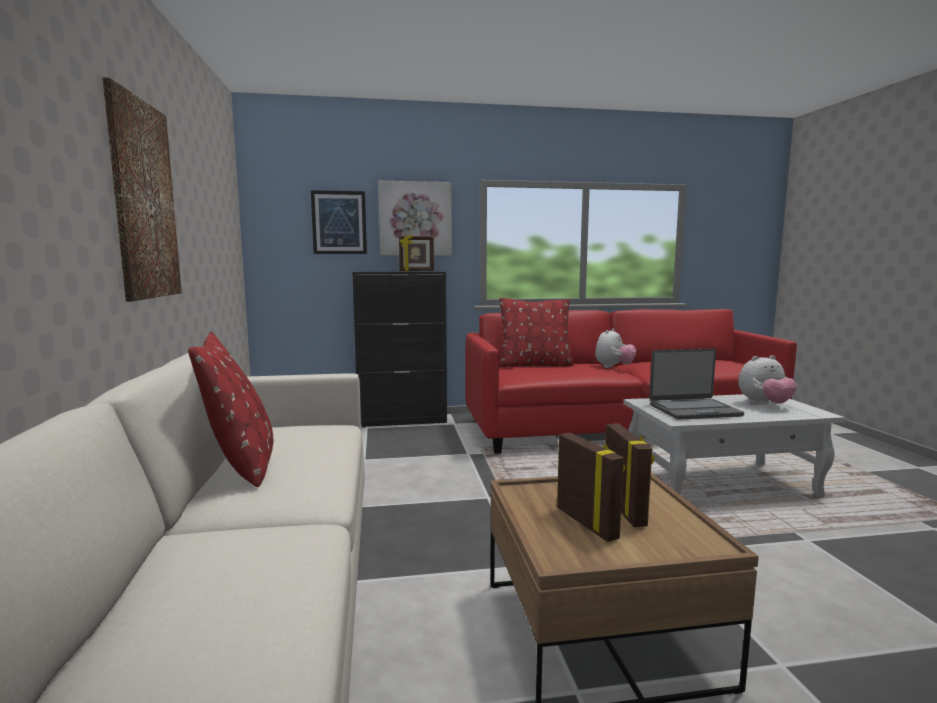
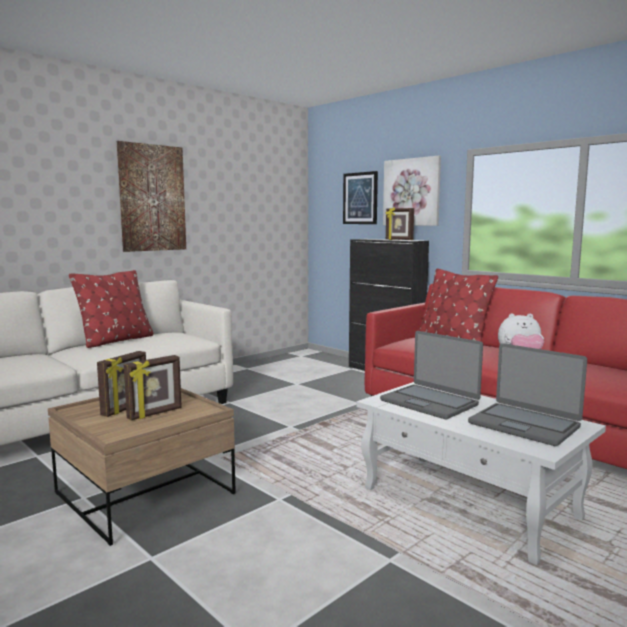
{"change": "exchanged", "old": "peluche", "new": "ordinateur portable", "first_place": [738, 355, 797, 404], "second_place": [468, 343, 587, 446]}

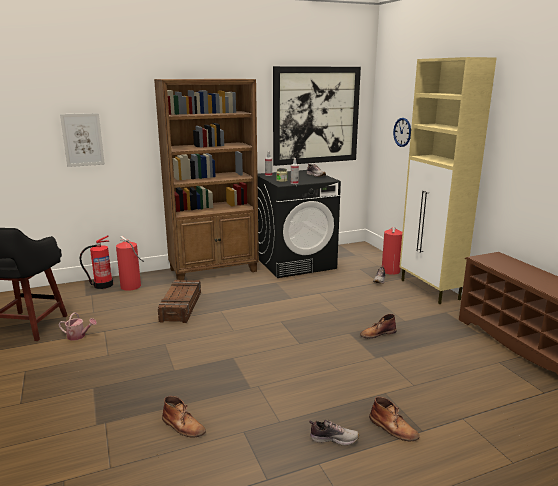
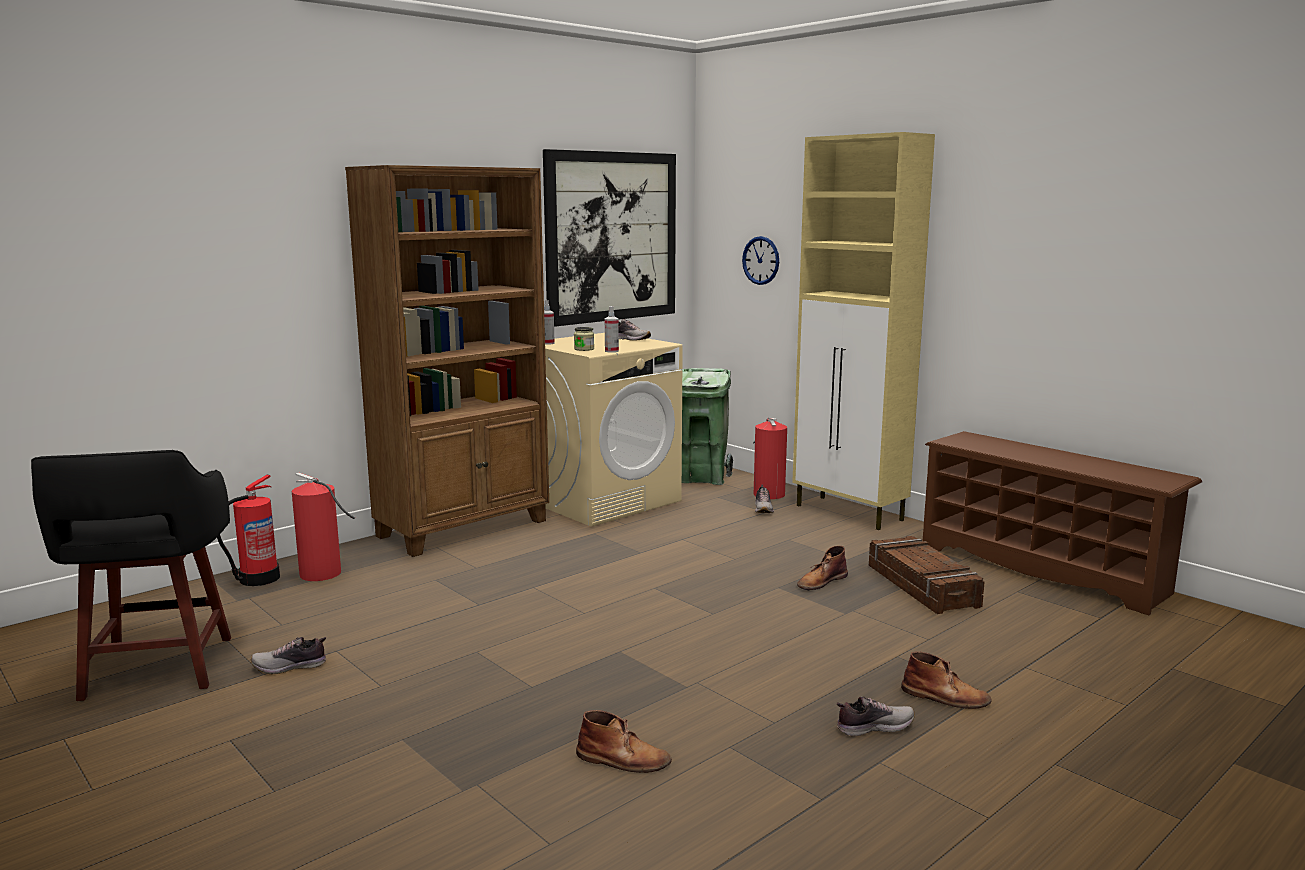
{"change": "exchanged", "old": "arrosoir", "new": "chaussure", "first_place": [58, 312, 97, 341], "second_place": [251, 637, 326, 674]}
{"change": "missing", "old": "tableau", "first_place": [60, 113, 105, 167]}
{"change": "relocated", "old": "caisse", "first_place": [158, 280, 201, 323], "second_place": [869, 536, 985, 614]}
{"change": "colour", "old": "lave-linge/noir", "new": "lave-linge/beige", "first_place": [257, 170, 341, 278], "second_place": [545, 333, 683, 527]}
{"change": "appeared", "new": "poubelle/vert", "second_place": [682, 368, 733, 485]}

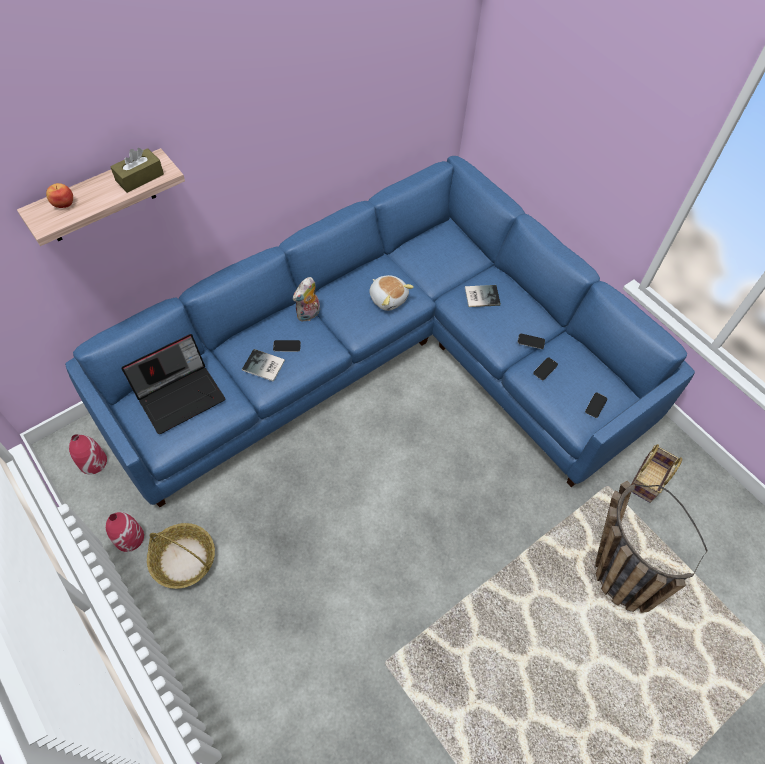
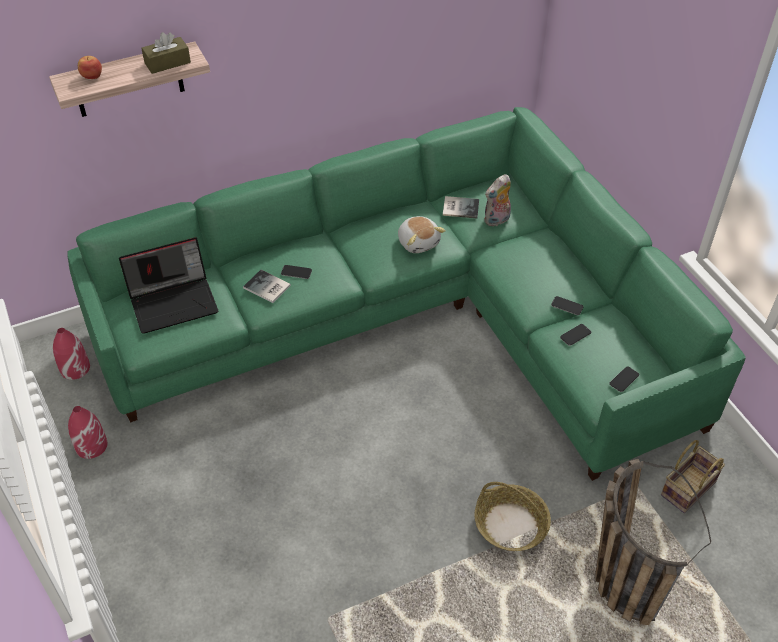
{"change": "colour", "old": "canapé/bleu", "new": "canapé/vert", "first_place": [65, 156, 695, 507], "second_place": [67, 107, 746, 481]}
{"change": "relocated", "old": "panier", "first_place": [147, 523, 215, 589], "second_place": [474, 482, 551, 551]}
{"change": "relocated", "old": "peluche", "first_place": [293, 277, 320, 321], "second_place": [484, 174, 511, 226]}
{"change": "relocated", "old": "livre", "first_place": [465, 285, 501, 307], "second_place": [443, 196, 479, 218]}

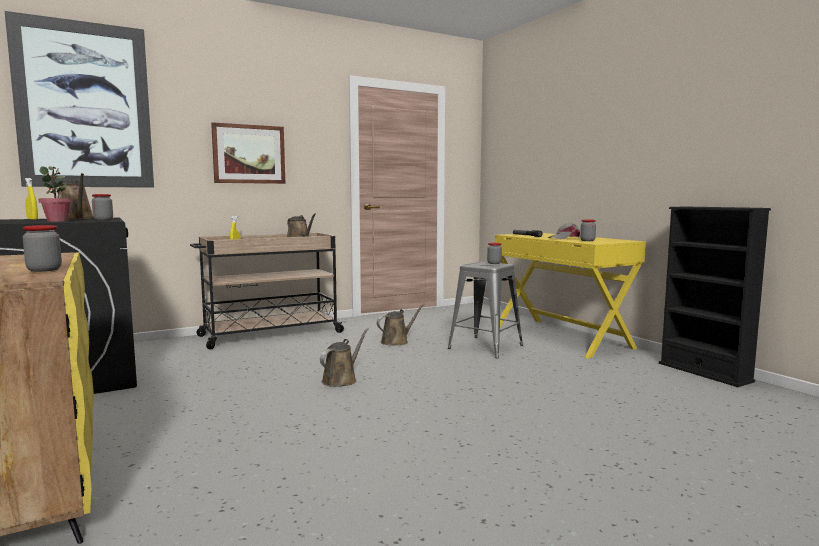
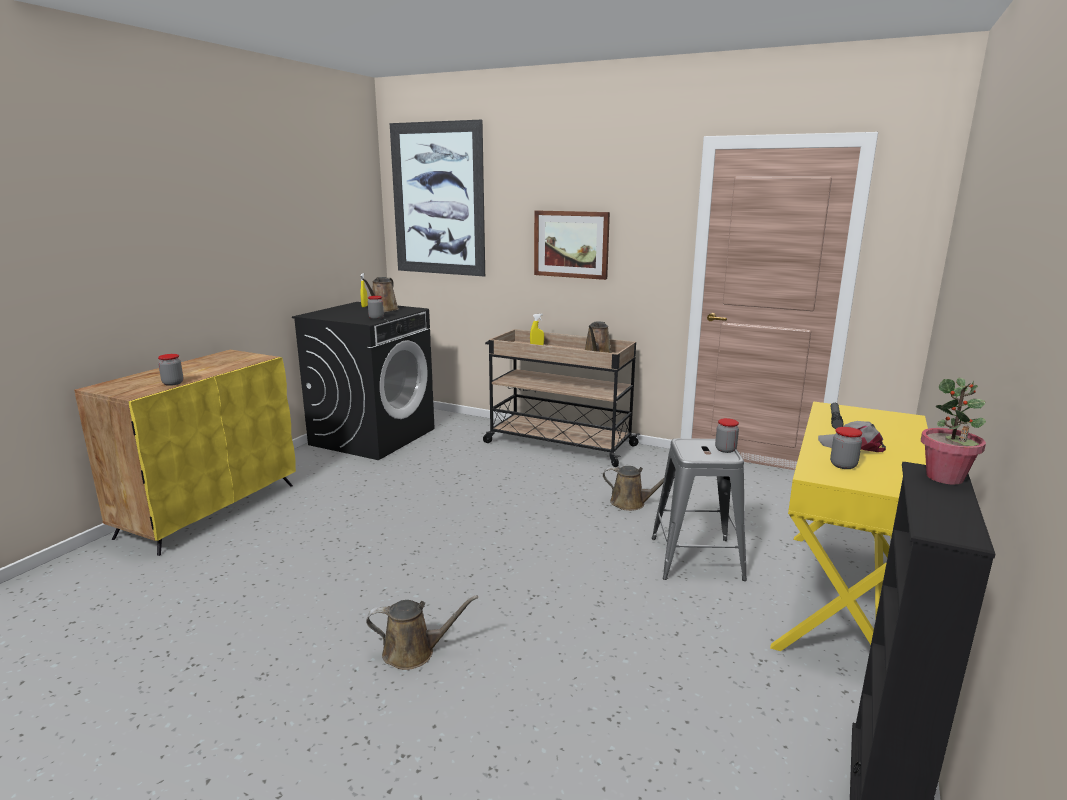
{"change": "relocated", "old": "plante en pot", "first_place": [38, 166, 73, 222], "second_place": [921, 377, 986, 485]}
{"change": "relocated", "old": "arrosoir/marron", "first_place": [320, 328, 369, 387], "second_place": [366, 595, 478, 670]}

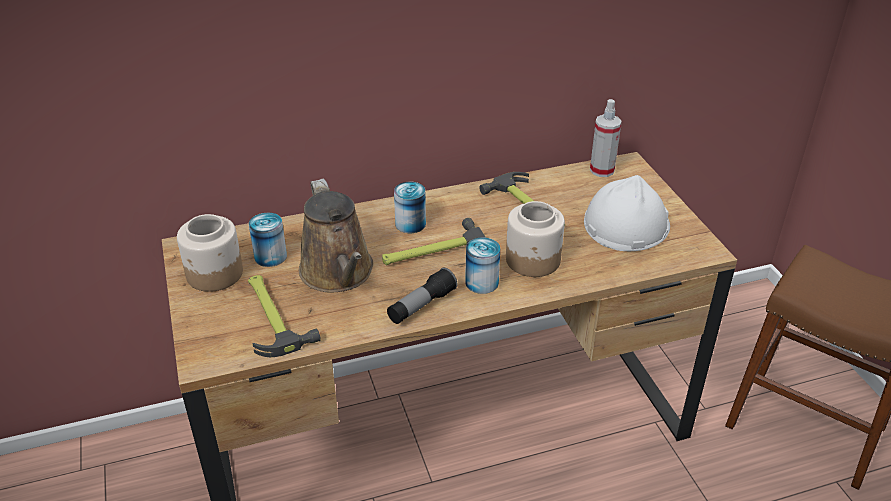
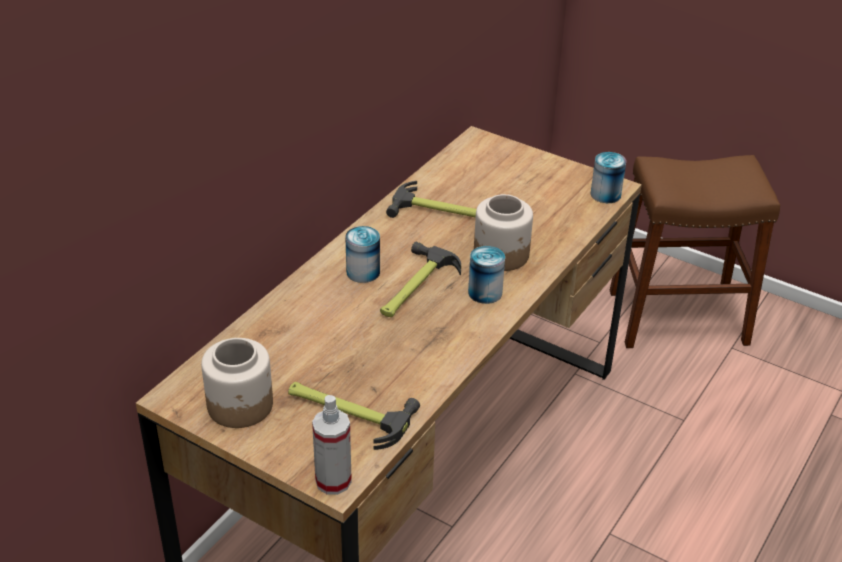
{"change": "relocated", "old": "boîte métallique", "first_place": [249, 213, 287, 267], "second_place": [590, 152, 626, 203]}
{"change": "missing", "old": "arrosoir/marron", "first_place": [299, 179, 373, 292]}
{"change": "missing", "old": "lampe de poche", "first_place": [387, 268, 458, 324]}
{"change": "missing", "old": "casque de chantier/blanc", "first_place": [584, 175, 670, 251]}
{"change": "relocated", "old": "vaporisateur", "first_place": [590, 99, 622, 177], "second_place": [312, 395, 352, 495]}

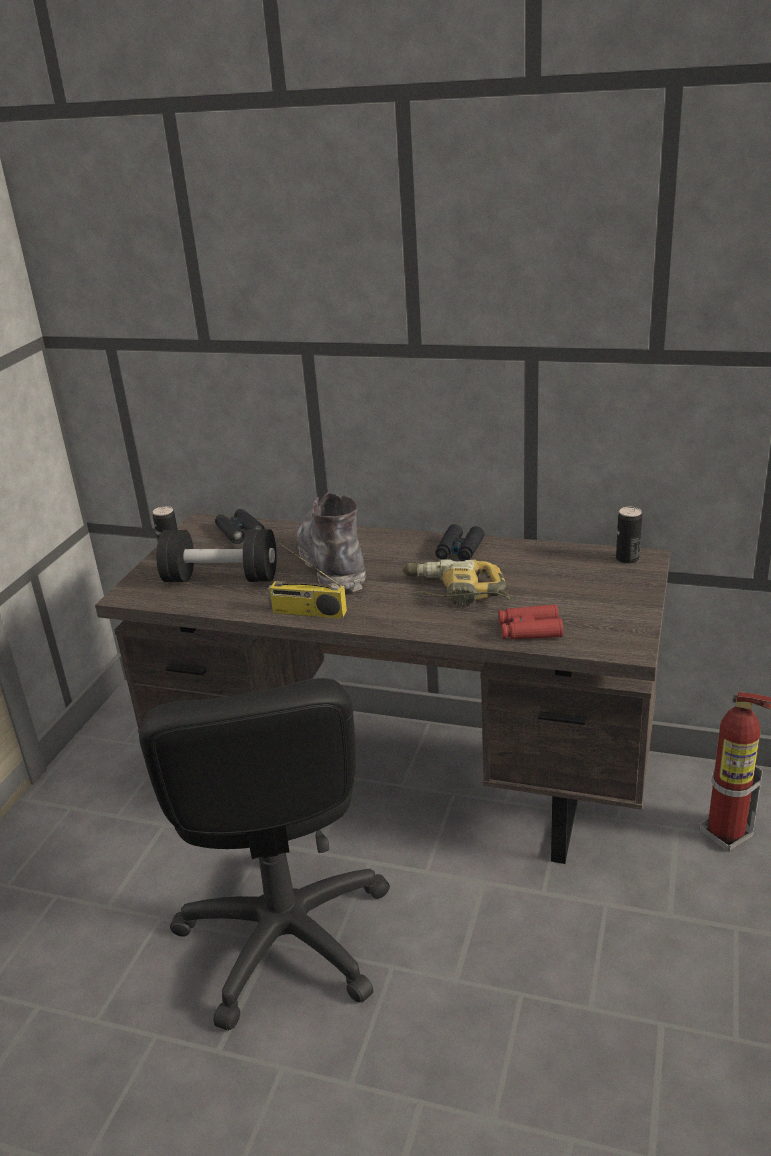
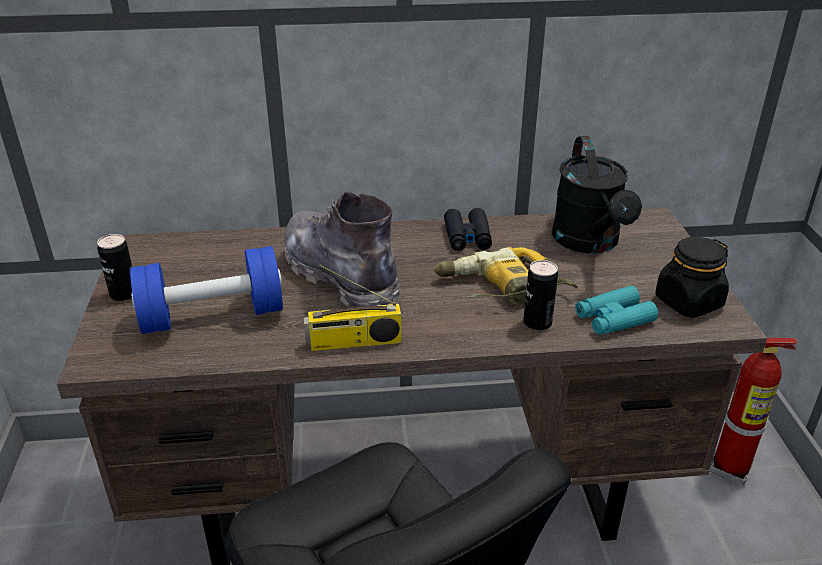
{"change": "colour", "old": "haltère/noir", "new": "haltère/bleu", "first_place": [156, 529, 277, 582], "second_place": [130, 246, 283, 334]}
{"change": "missing", "old": "jumelles/noir", "first_place": [215, 509, 265, 544]}
{"change": "colour", "old": "jumelles/rouge", "new": "jumelles/turquoise", "first_place": [498, 604, 563, 639], "second_place": [575, 286, 658, 335]}
{"change": "relocated", "old": "boîte métallique", "first_place": [616, 507, 642, 564], "second_place": [523, 260, 558, 330]}
{"change": "appeared", "new": "arrosoir/noir", "second_place": [552, 136, 642, 254]}
{"change": "appeared", "new": "bocal/noir", "second_place": [655, 237, 729, 318]}

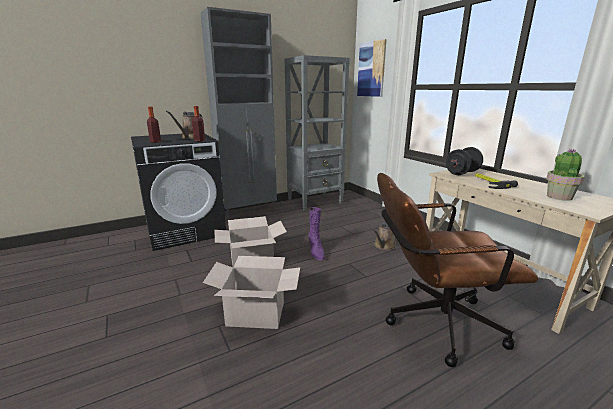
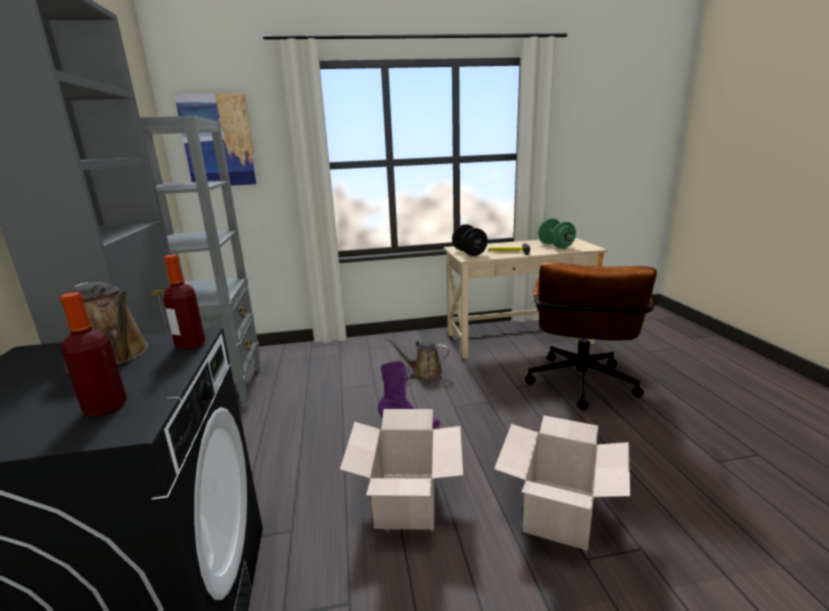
{"change": "spun", "old": "arrosoir/marron", "first_place": [373, 221, 396, 250], "second_place": [386, 337, 449, 379], "degrees": 135}
{"change": "exchanged", "old": "plante en pot", "new": "haltère/vert", "first_place": [546, 149, 585, 201], "second_place": [538, 218, 576, 249]}

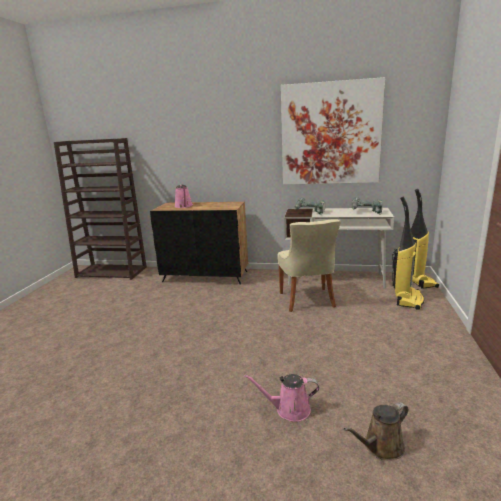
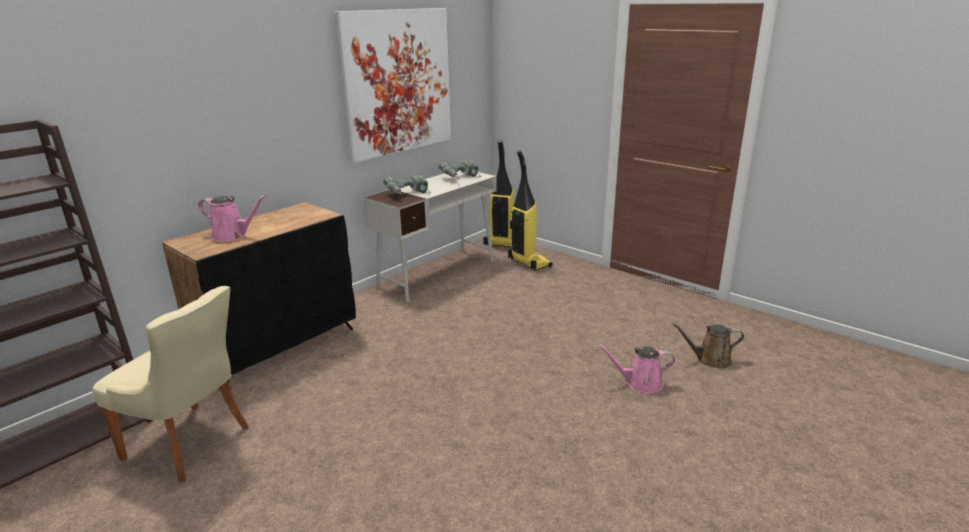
{"change": "spun", "old": "arrosoir/rose", "first_place": [244, 374, 319, 422], "second_place": [597, 344, 675, 393], "degrees": 60}
{"change": "relocated", "old": "chaise/beige", "first_place": [277, 219, 341, 312], "second_place": [92, 286, 249, 482]}
{"change": "spun", "old": "arrosoir/marron", "first_place": [344, 402, 408, 460], "second_place": [672, 323, 744, 368], "degrees": 90}

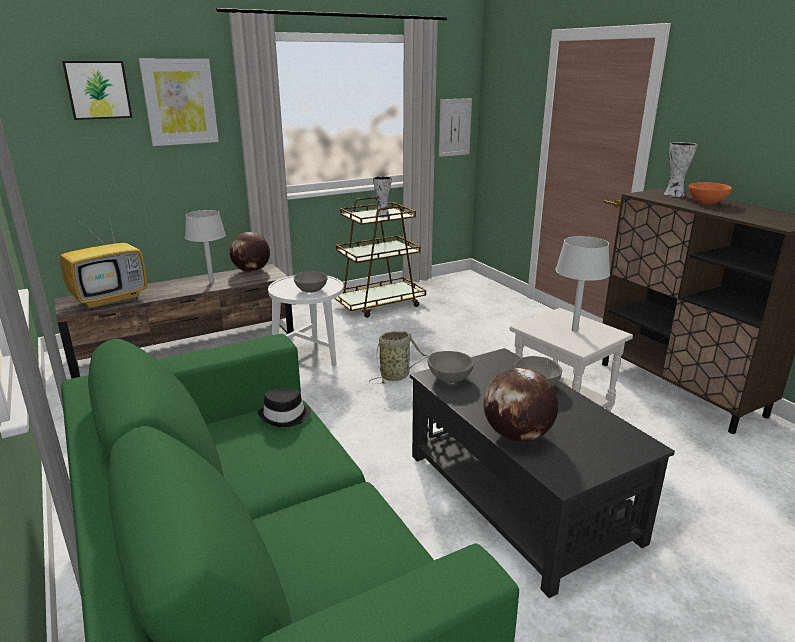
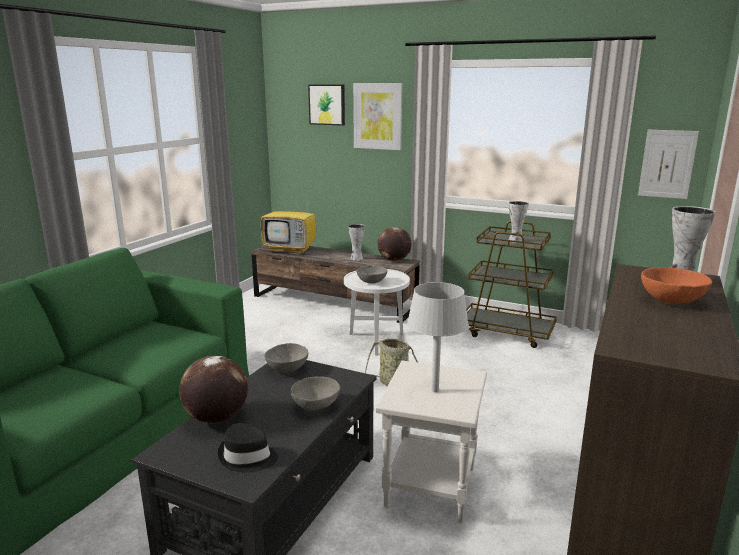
{"change": "exchanged", "old": "lampe de table/gris", "new": "vase", "first_place": [185, 210, 226, 283], "second_place": [348, 224, 365, 261]}
{"change": "relocated", "old": "chapeau/noir", "first_place": [258, 388, 311, 427], "second_place": [218, 423, 278, 473]}

